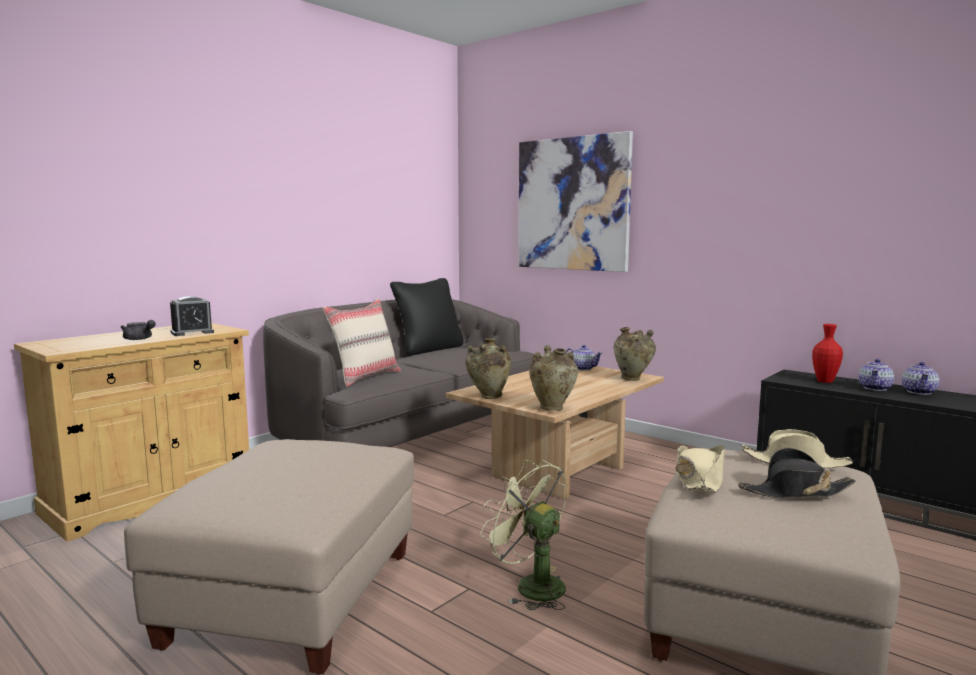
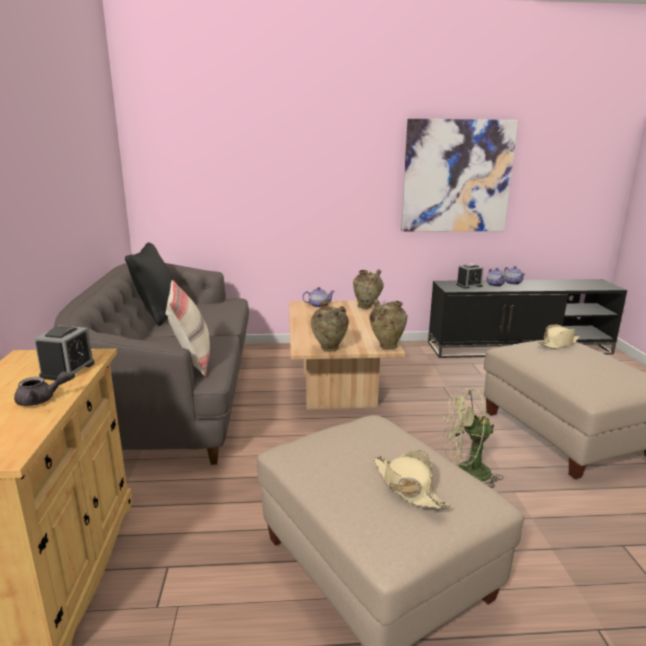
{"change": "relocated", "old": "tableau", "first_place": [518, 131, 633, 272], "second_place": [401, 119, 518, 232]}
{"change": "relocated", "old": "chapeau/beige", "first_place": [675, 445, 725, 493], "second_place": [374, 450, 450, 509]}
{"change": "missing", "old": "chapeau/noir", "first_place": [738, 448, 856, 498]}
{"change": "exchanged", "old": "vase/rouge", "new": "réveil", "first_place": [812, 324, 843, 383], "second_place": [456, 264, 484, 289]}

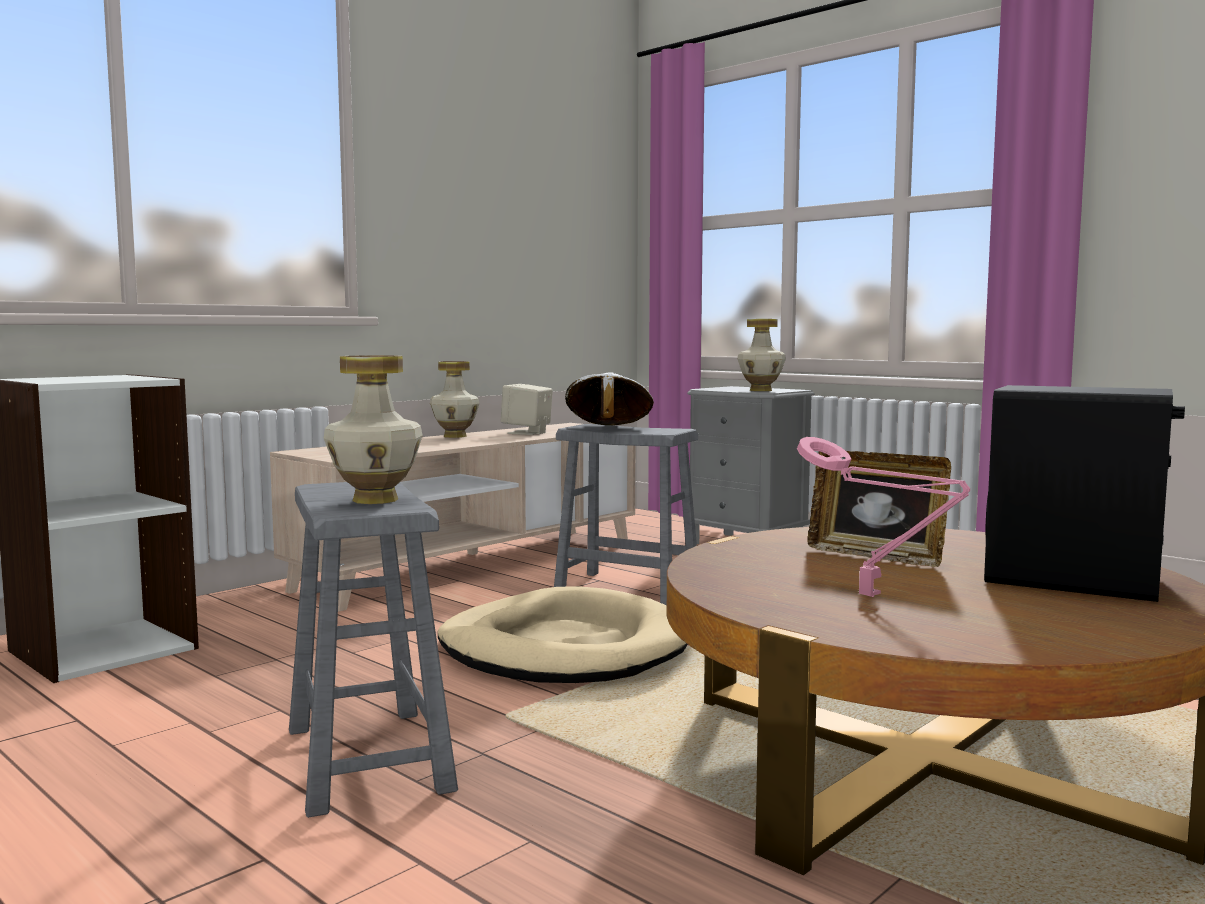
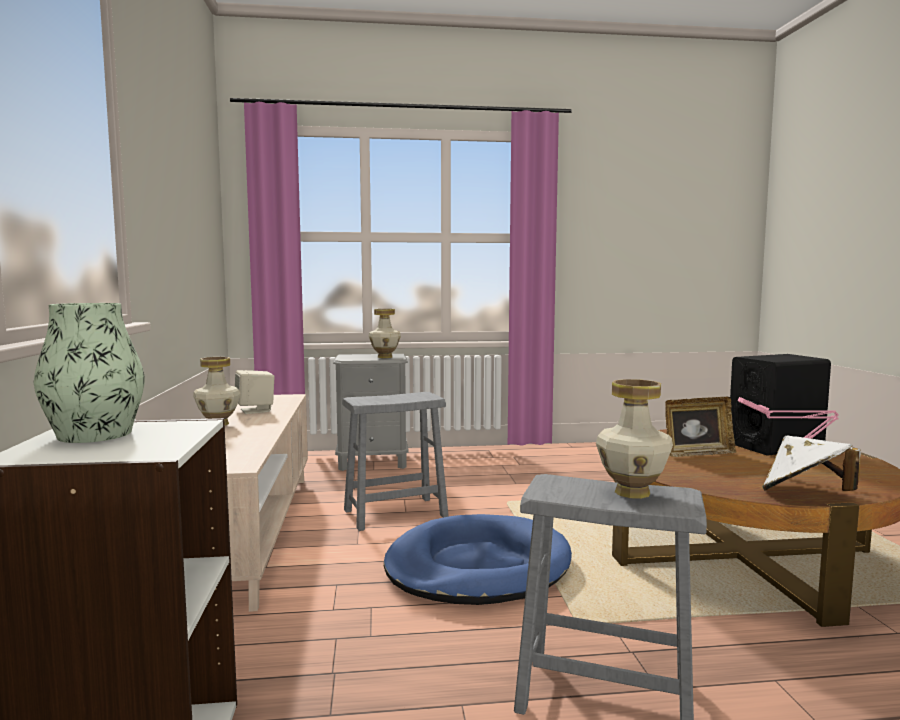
{"change": "colour", "old": "panier pour chien/beige", "new": "panier pour chien/bleu", "first_place": [438, 586, 688, 683], "second_place": [384, 514, 572, 605]}
{"change": "relocated", "old": "chapeau/blanc", "first_place": [565, 372, 654, 425], "second_place": [762, 435, 861, 491]}
{"change": "appeared", "new": "vase", "second_place": [34, 303, 145, 443]}

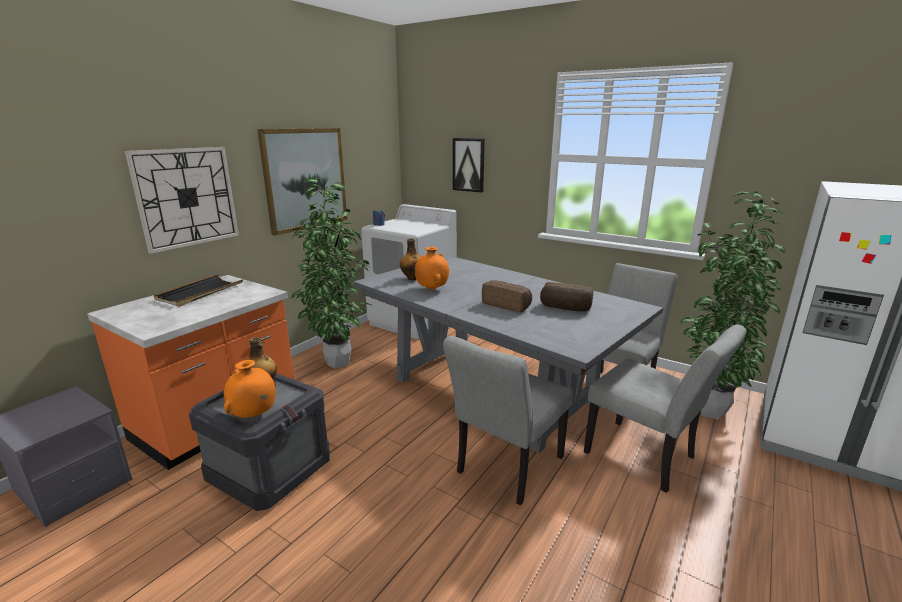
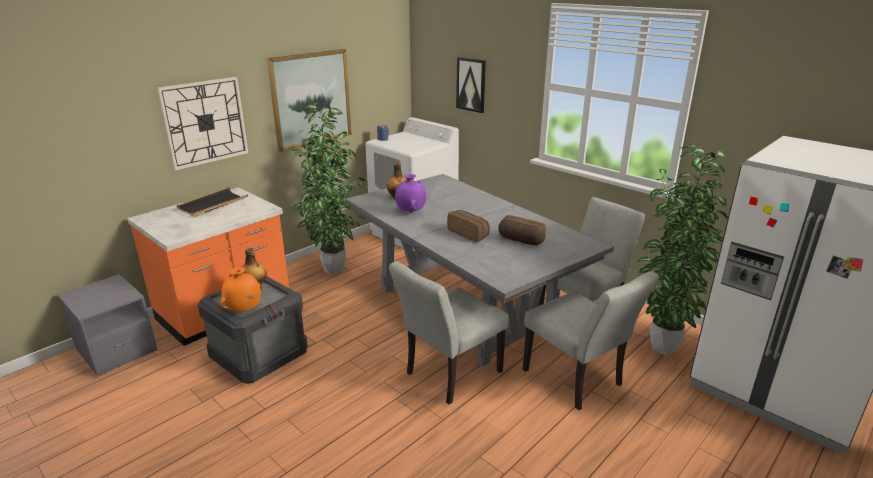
{"change": "colour", "old": "vase/orange", "new": "vase/violet", "first_place": [415, 247, 449, 290], "second_place": [395, 174, 426, 213]}

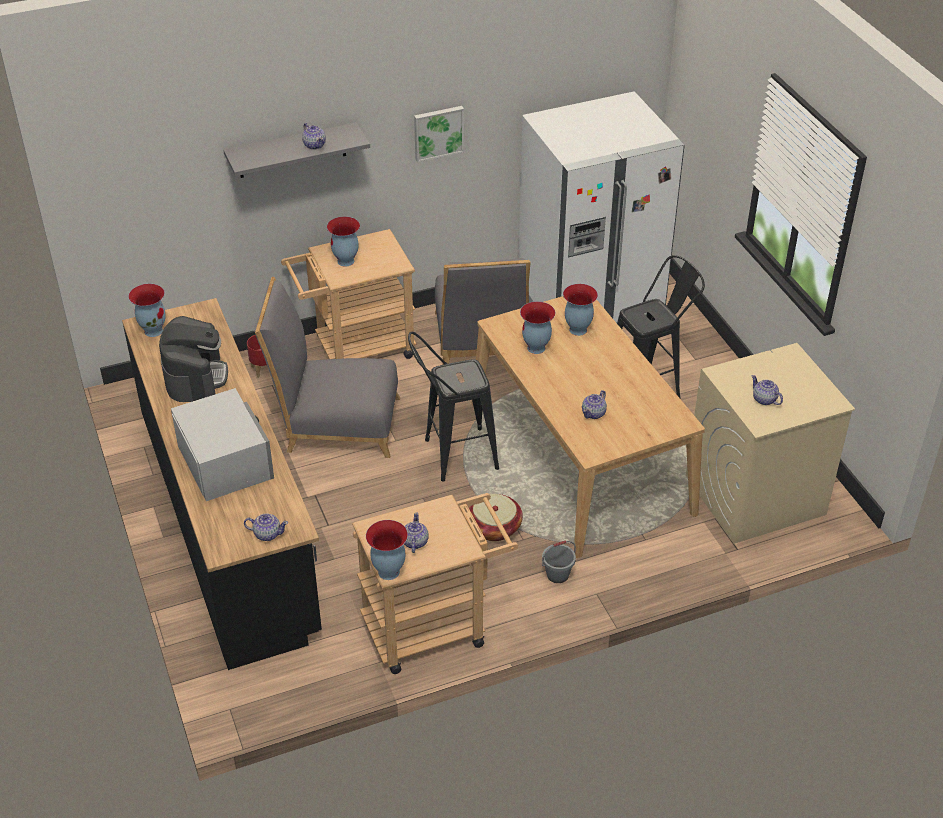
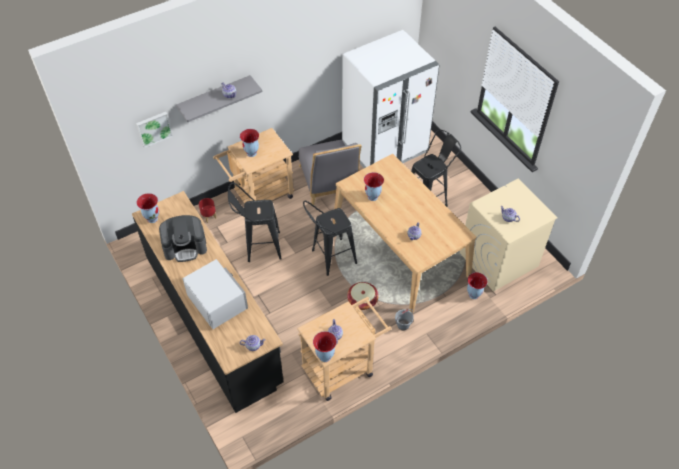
{"change": "spun", "old": "machine à café", "first_place": [159, 316, 228, 402], "second_place": [159, 215, 207, 262], "degrees": 90}
{"change": "exchanged", "old": "chaise/gris", "new": "tabouret/noir", "first_place": [254, 277, 400, 458], "second_place": [228, 182, 282, 262]}
{"change": "relocated", "old": "tableau", "first_place": [414, 106, 464, 162], "second_place": [136, 112, 173, 148]}
{"change": "relocated", "old": "vase", "first_place": [563, 284, 598, 336], "second_place": [467, 272, 488, 299]}

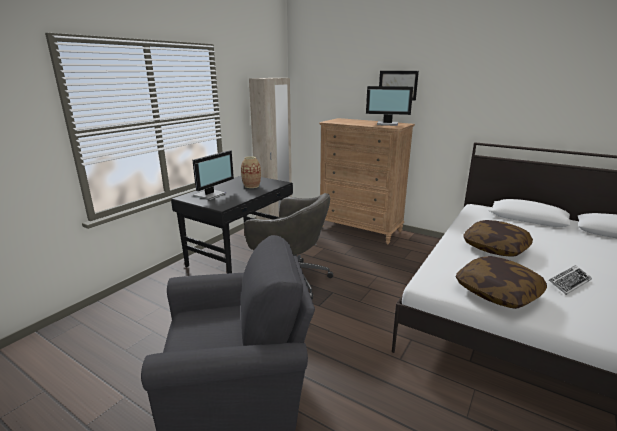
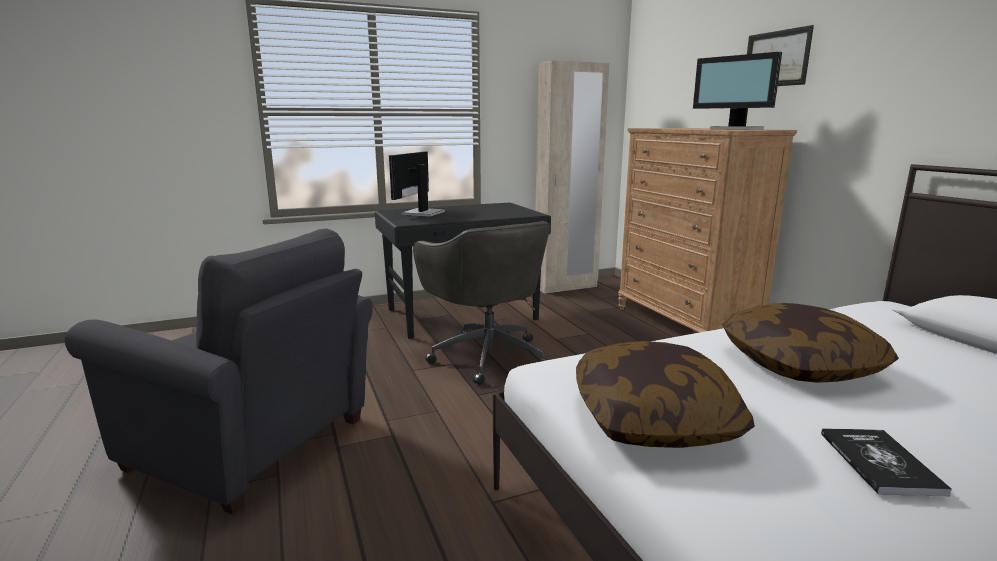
{"change": "spun", "old": "écran d'ordinateur", "first_place": [192, 150, 234, 200], "second_place": [389, 152, 445, 217], "degrees": 135}
{"change": "missing", "old": "vase", "first_place": [241, 156, 261, 188]}
{"change": "exchanged", "old": "clavier", "new": "livre", "first_place": [549, 265, 592, 295], "second_place": [821, 428, 952, 496]}

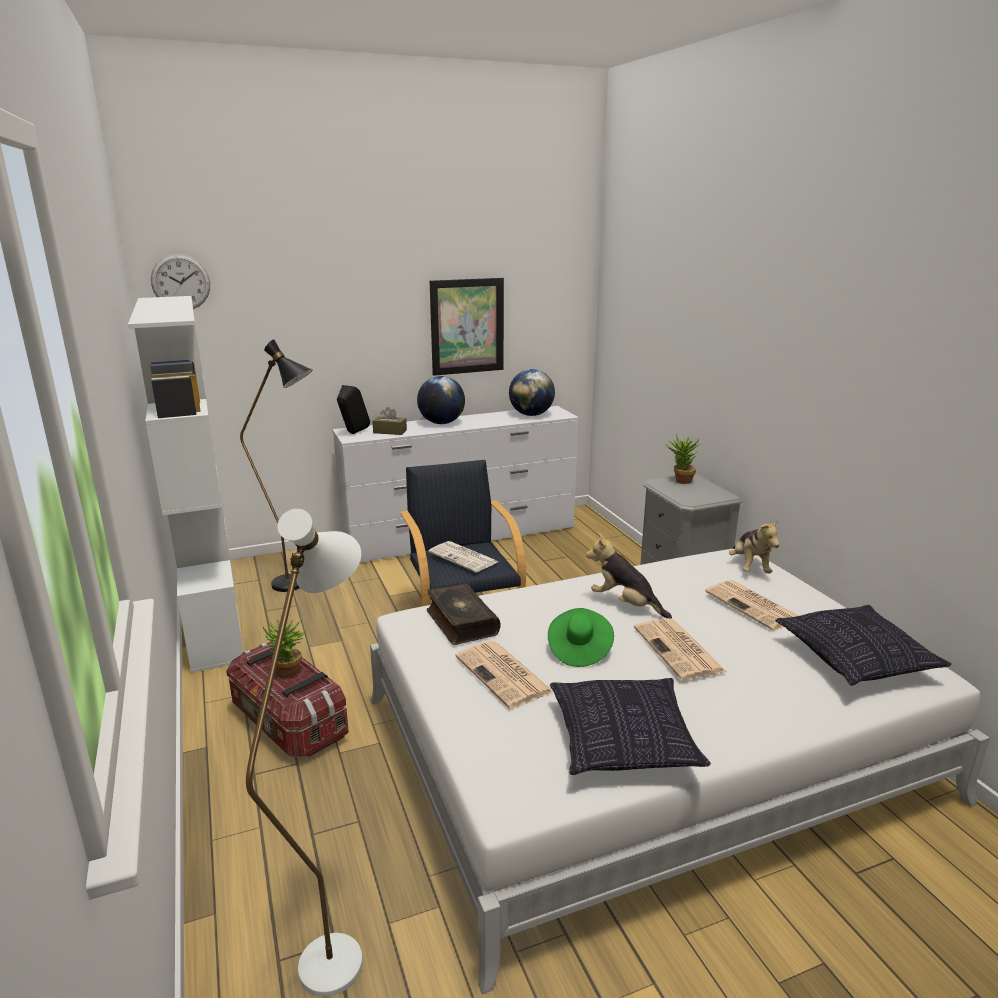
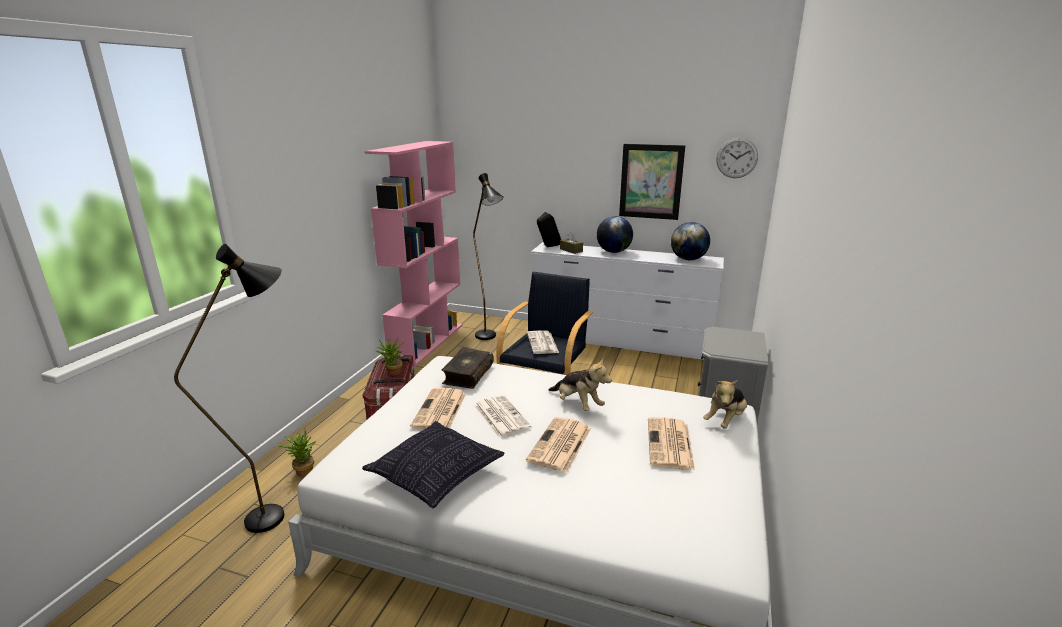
{"change": "colour", "old": "bibliothèque/blanc", "new": "bibliothèque/rose", "first_place": [128, 296, 243, 673], "second_place": [365, 141, 462, 367]}
{"change": "relocated", "old": "horloge murale", "first_place": [151, 254, 210, 309], "second_place": [716, 138, 758, 178]}
{"change": "colour", "old": "lampadaire/blanc", "new": "lampadaire/noir", "first_place": [246, 509, 363, 997], "second_place": [174, 244, 284, 533]}
{"change": "exchanged", "old": "chapeau/vert", "new": "journal", "first_place": [548, 608, 614, 667], "second_place": [474, 395, 531, 438]}
{"change": "spun", "old": "peluche", "first_place": [586, 533, 672, 619], "second_place": [549, 358, 612, 411], "degrees": 150}
{"change": "relocated", "old": "plante en pot", "first_place": [665, 434, 701, 484], "second_place": [278, 430, 316, 477]}
{"change": "missing", "old": "coussin", "first_place": [775, 605, 952, 686]}

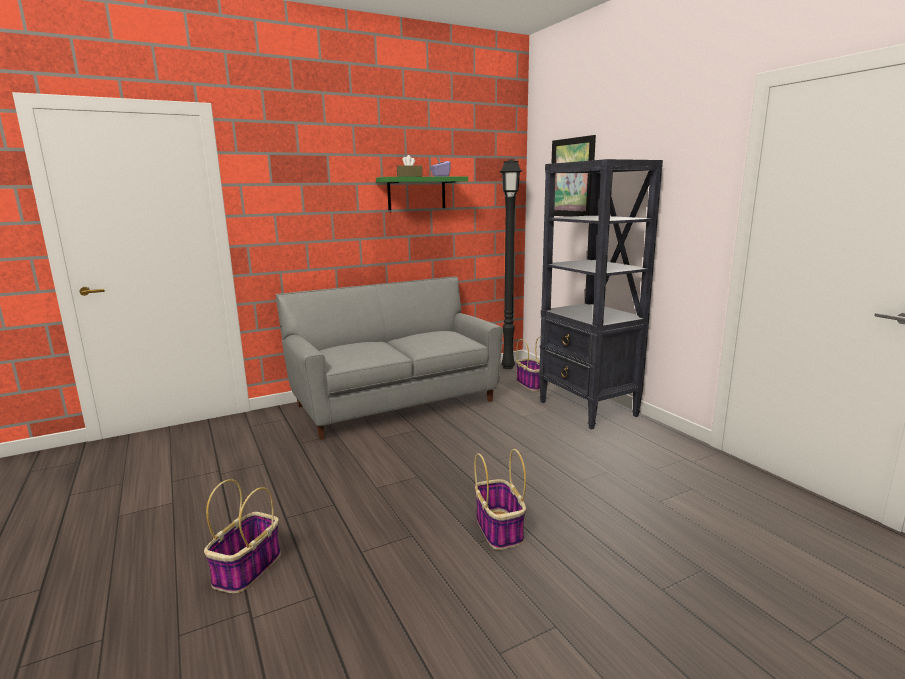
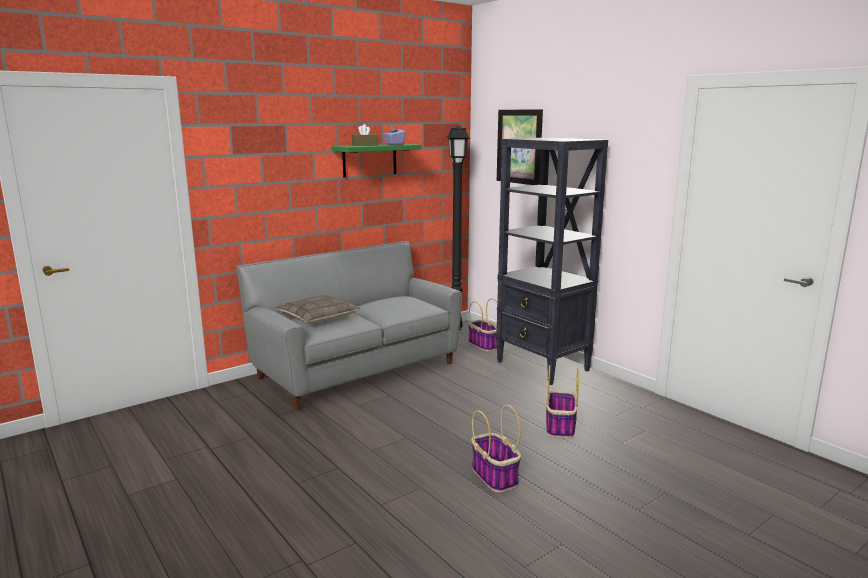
{"change": "relocated", "old": "panier", "first_place": [204, 479, 281, 593], "second_place": [546, 365, 579, 438]}
{"change": "appeared", "new": "coussin", "second_place": [275, 295, 360, 323]}

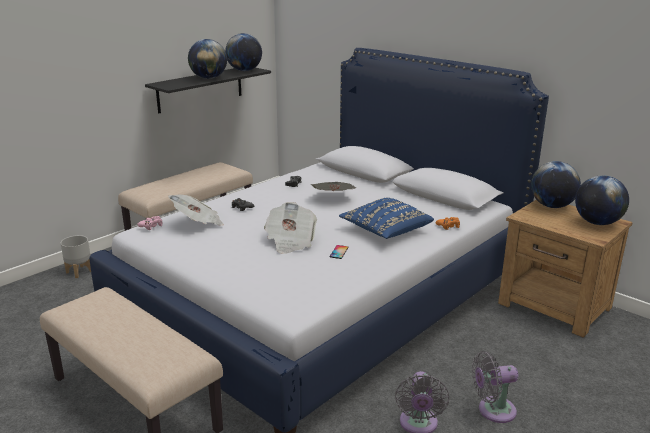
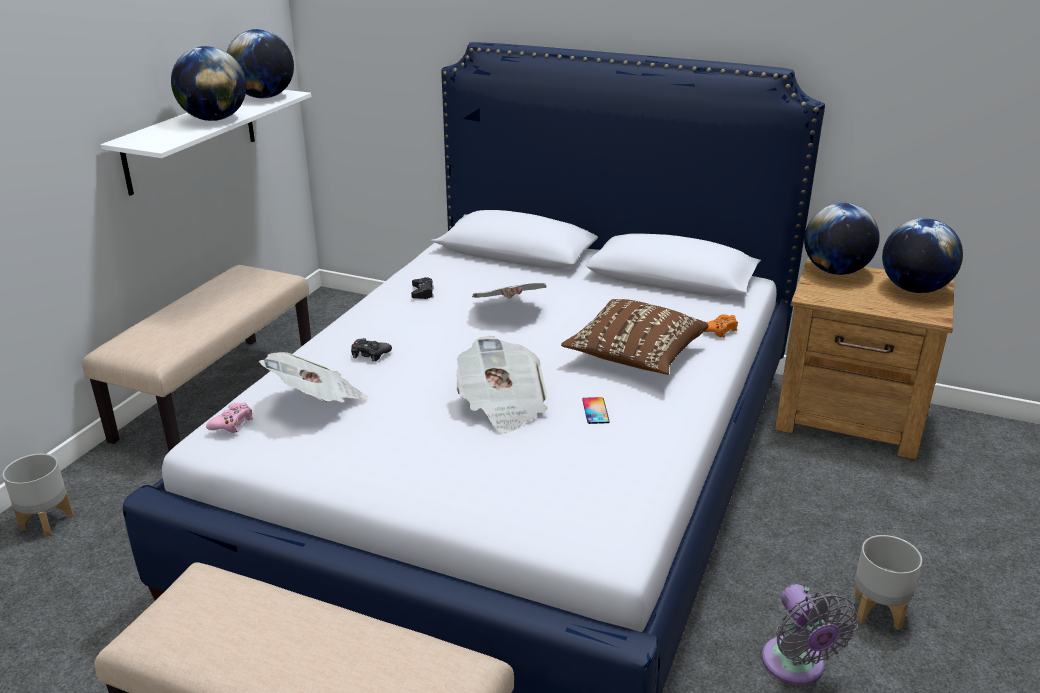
{"change": "colour", "old": "étagère/noir", "new": "étagère/blanc", "first_place": [145, 68, 271, 113], "second_place": [101, 90, 311, 196]}
{"change": "colour", "old": "coussin/bleu", "new": "coussin/marron", "first_place": [339, 198, 434, 239], "second_place": [561, 299, 709, 375]}
{"change": "exchanged", "old": "ventilateur/gris", "new": "cache-pot/gris", "first_place": [472, 351, 518, 423], "second_place": [854, 535, 922, 630]}

